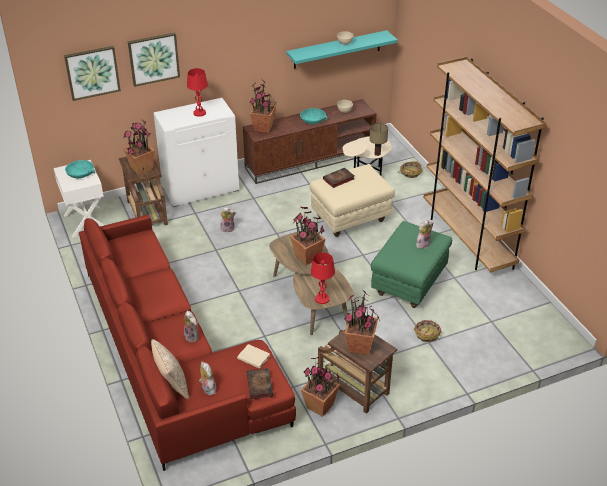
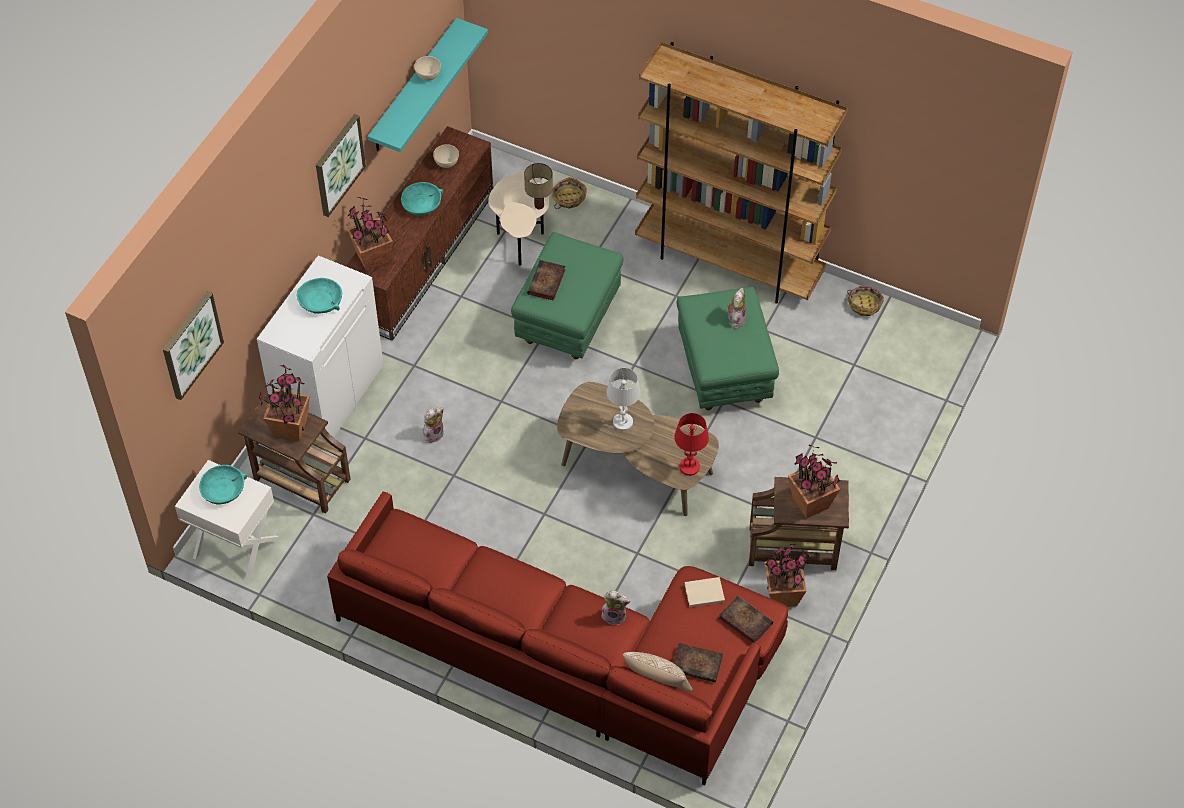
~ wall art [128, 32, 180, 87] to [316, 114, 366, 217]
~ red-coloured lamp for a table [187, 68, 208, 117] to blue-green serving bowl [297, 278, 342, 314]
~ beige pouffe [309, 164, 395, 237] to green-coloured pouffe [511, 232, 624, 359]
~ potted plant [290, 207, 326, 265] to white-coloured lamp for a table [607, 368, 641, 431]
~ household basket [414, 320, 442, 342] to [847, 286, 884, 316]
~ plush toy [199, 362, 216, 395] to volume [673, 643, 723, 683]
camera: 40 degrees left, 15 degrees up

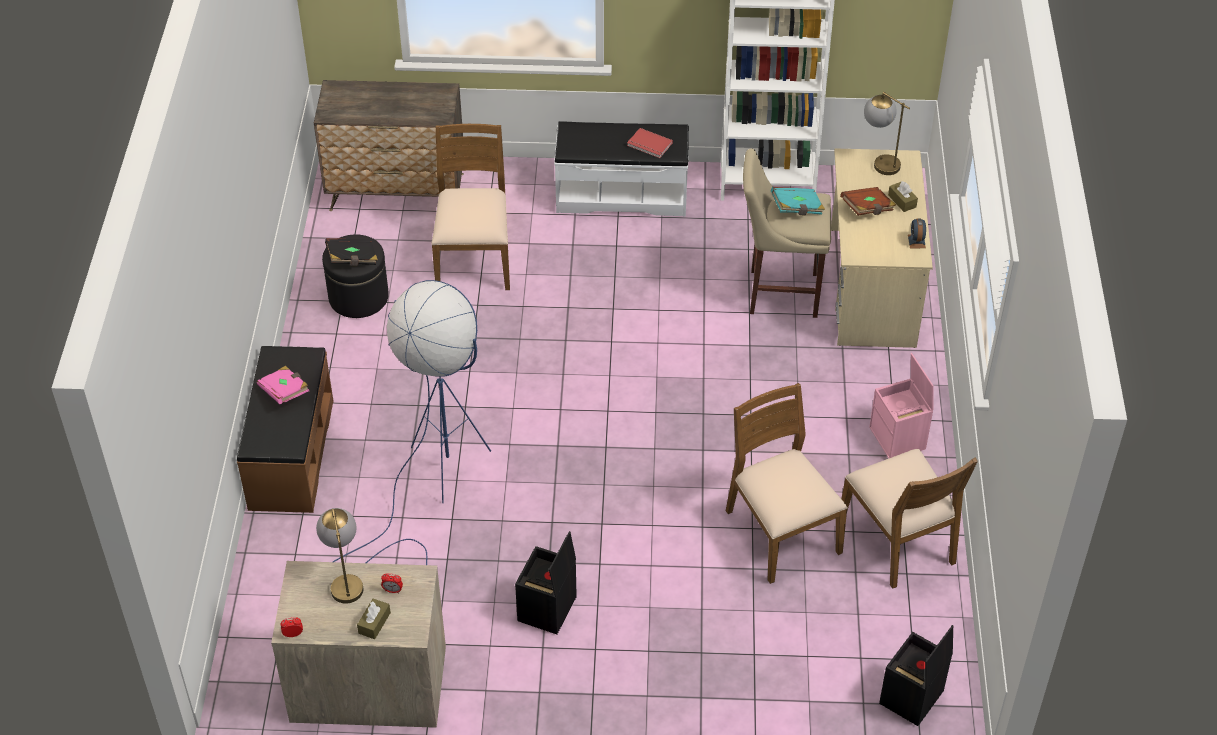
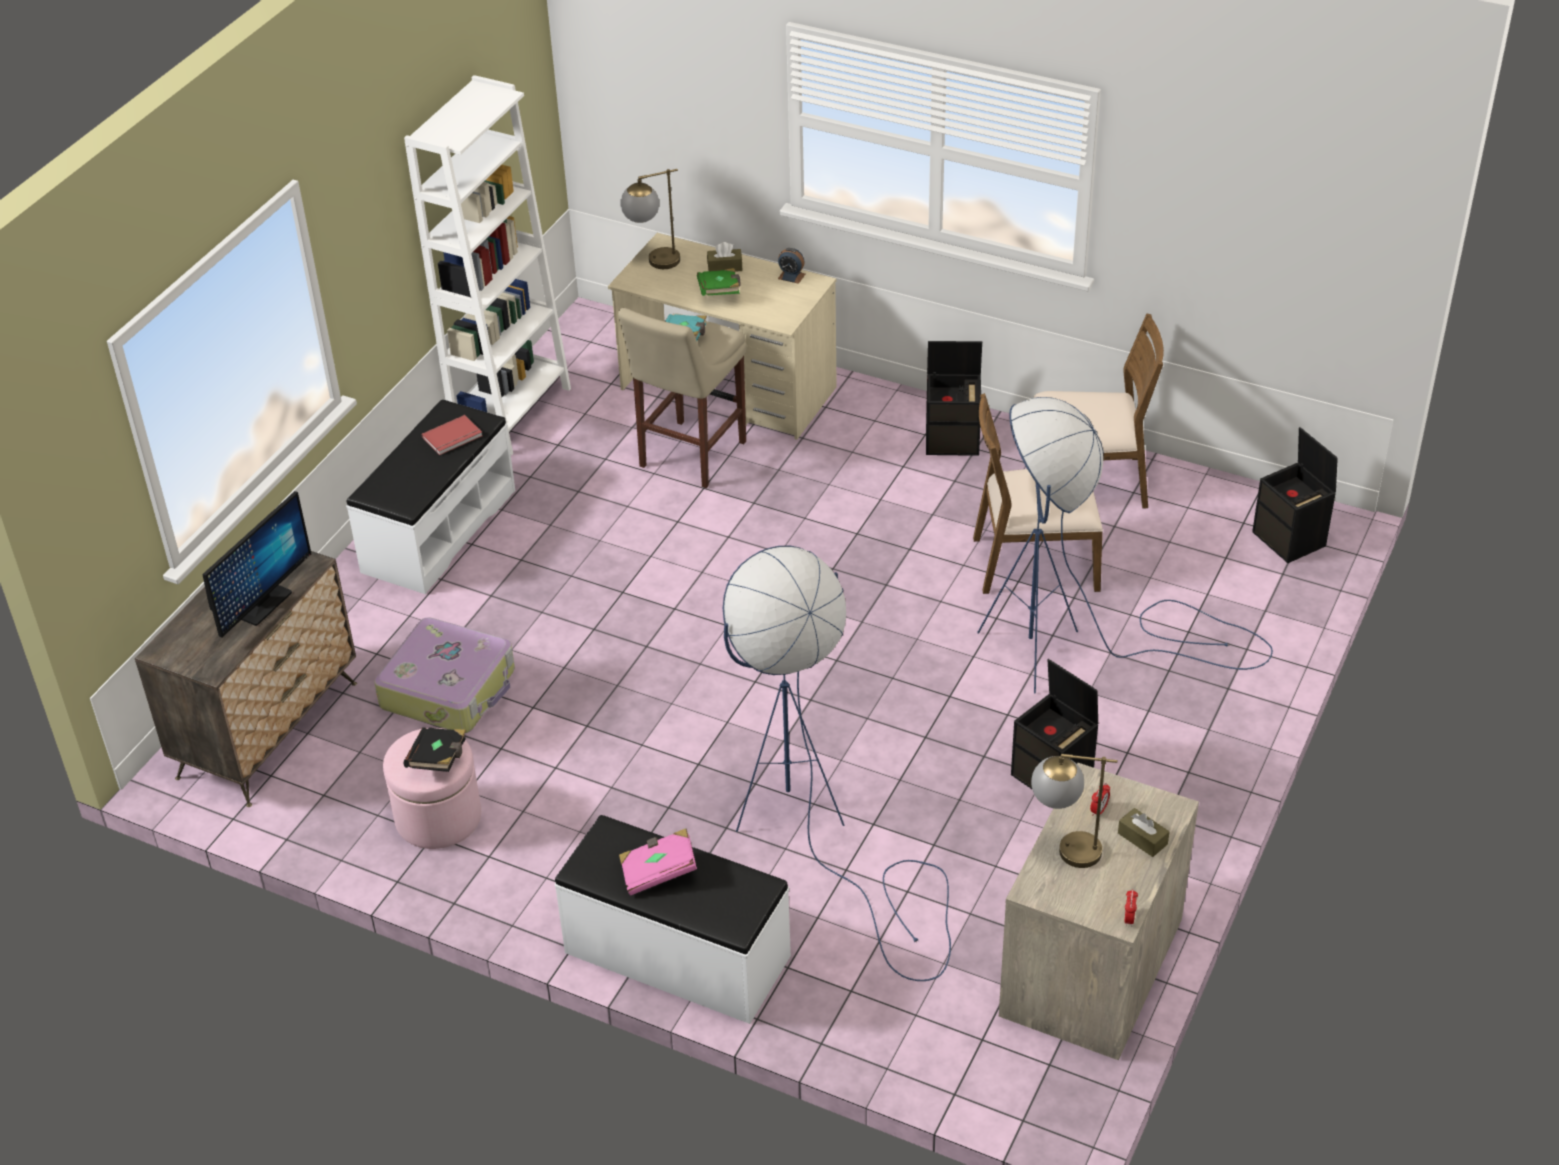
~ brown plain chair [431, 124, 510, 290] to piece of luggage [374, 617, 515, 733]
~ brown volume [840, 187, 896, 216] to green-coloured volume [697, 268, 740, 296]
~ black pouffe [322, 234, 389, 318] to pinkish pouffe [383, 728, 481, 849]
~ brown bench [237, 346, 334, 513] to white-coloured bench [555, 815, 791, 1024]
~ pinkish storage bin [869, 353, 934, 458] to black storage bin [926, 341, 982, 456]
+ blue-coloured floor lamp [977, 397, 1273, 693]
+ computer display [202, 491, 311, 637]
camera: 65 degrees left, 5 degrees down

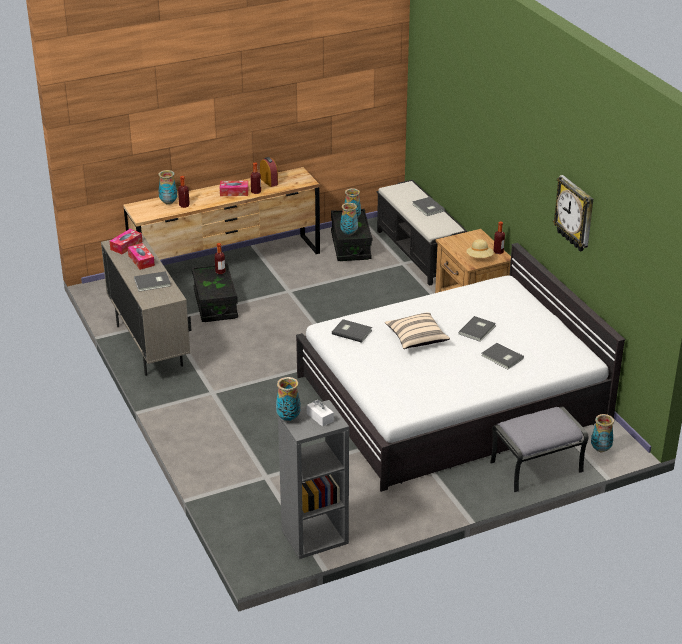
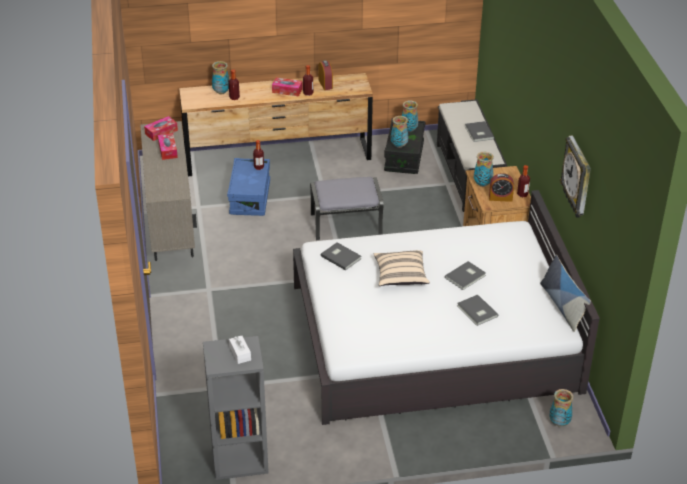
~ beige hat [466, 239, 494, 258] to bedside clock [489, 173, 514, 202]
~ black storage bin [191, 263, 238, 322] to blue-coloured storage bin [227, 158, 270, 216]
- greyish volume [134, 271, 171, 291]
~ flower vase [276, 377, 301, 422] to [474, 152, 494, 187]
~ greyish pouffe [490, 406, 589, 492] to [310, 177, 384, 240]
+ pillow [540, 255, 591, 332]
camera: 15 degrees right, 5 degrees up

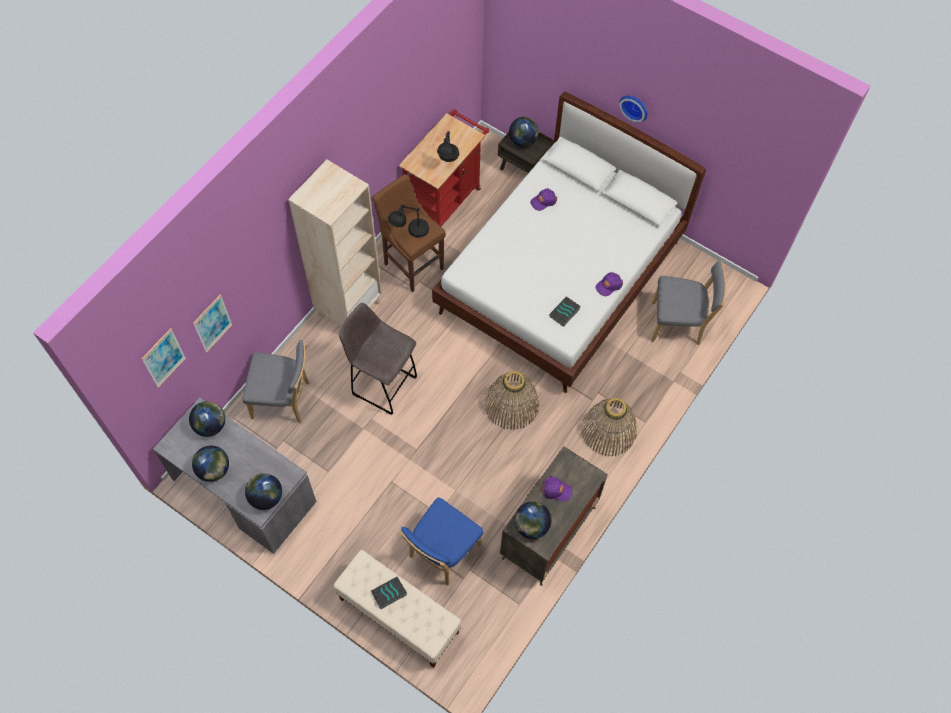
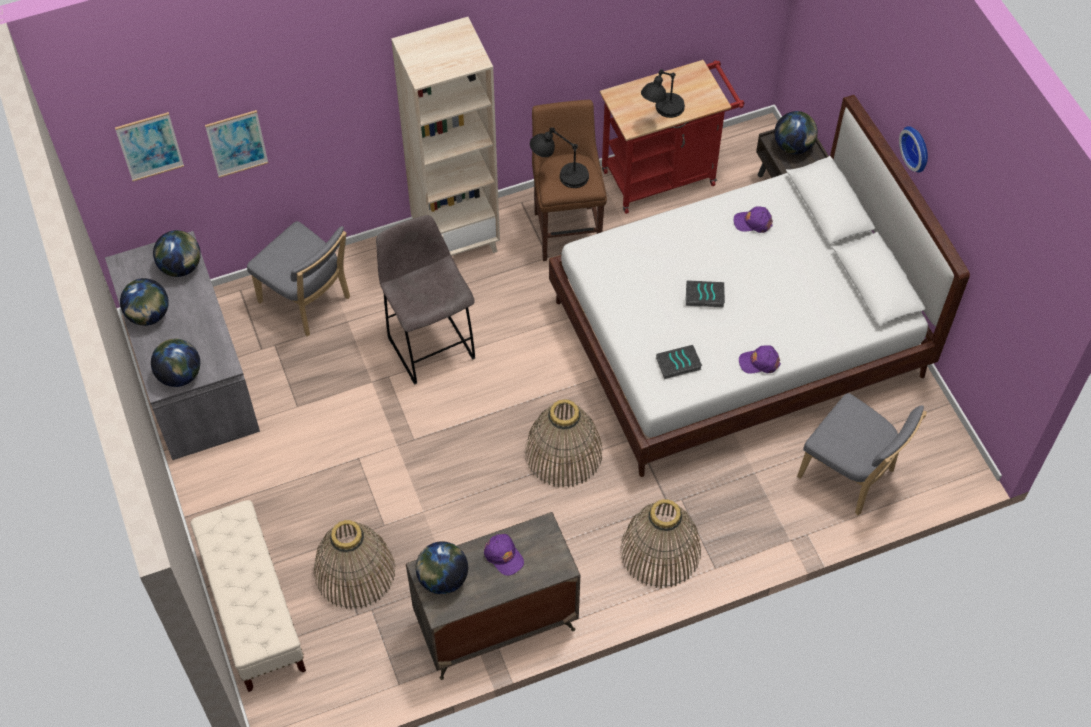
~ blue-coloured plain chair [400, 497, 484, 585] to household basket [314, 520, 395, 610]
~ volume [371, 577, 407, 609] to [685, 280, 725, 308]
camera: 35 degrees right, 5 degrees down

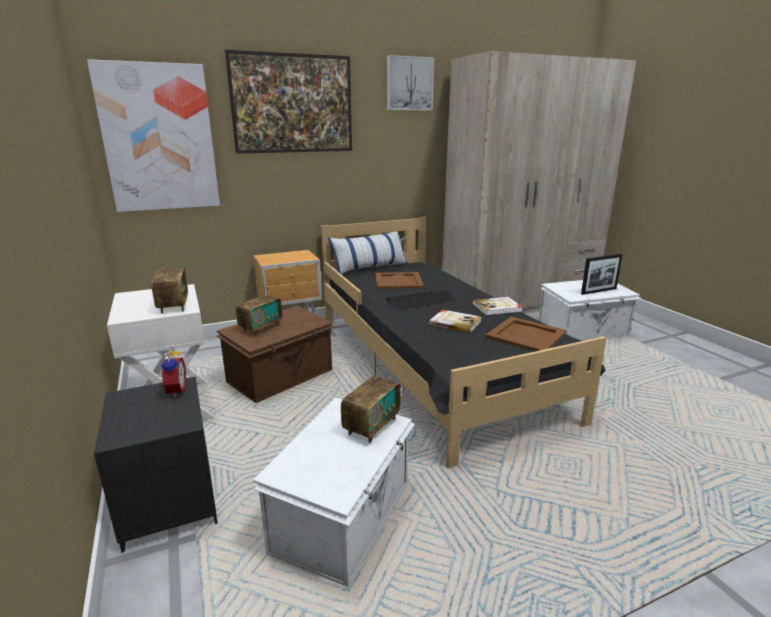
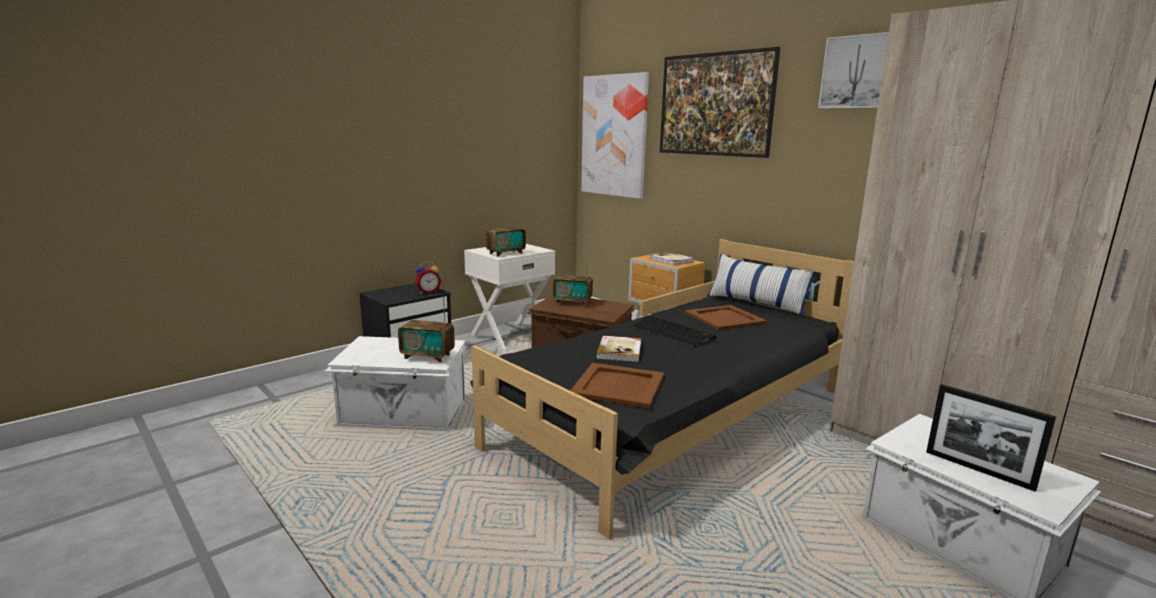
~ volume [472, 297, 523, 315] to [649, 252, 694, 265]
camera: 70 degrees right, 5 degrees down

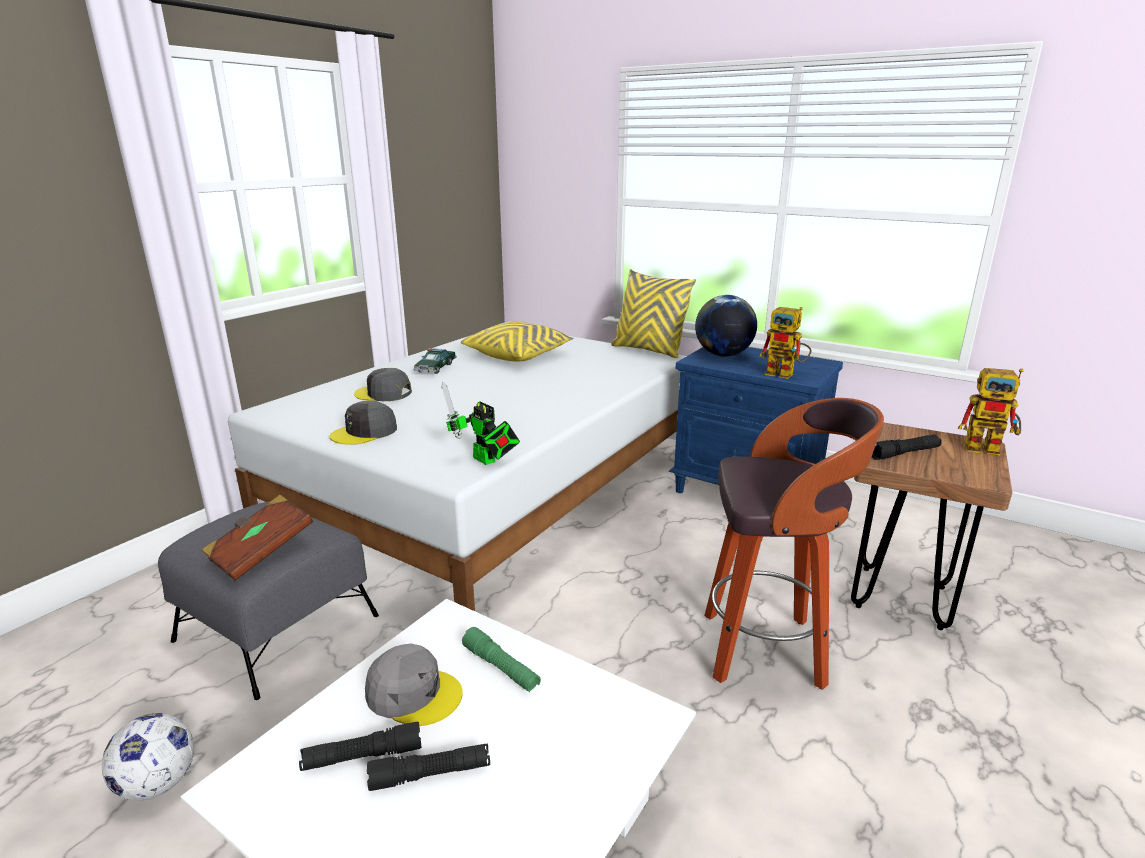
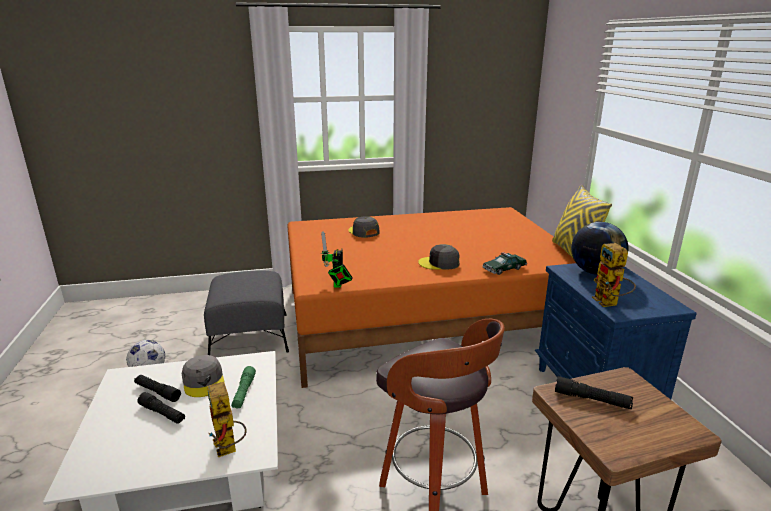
- yellow pillow [461, 321, 574, 362]
~ white-coloured bedroom bed [228, 336, 686, 611] to orange-coloured bedroom bed [287, 207, 576, 388]
~ miniature car [413, 348, 456, 374] to [482, 252, 527, 275]
~ toy robot [958, 368, 1023, 456] to [207, 382, 247, 457]
~ greyish cap [329, 400, 397, 445] to [418, 244, 460, 270]
- brown volume [202, 495, 313, 581]
camera: 45 degrees right, 0 degrees up

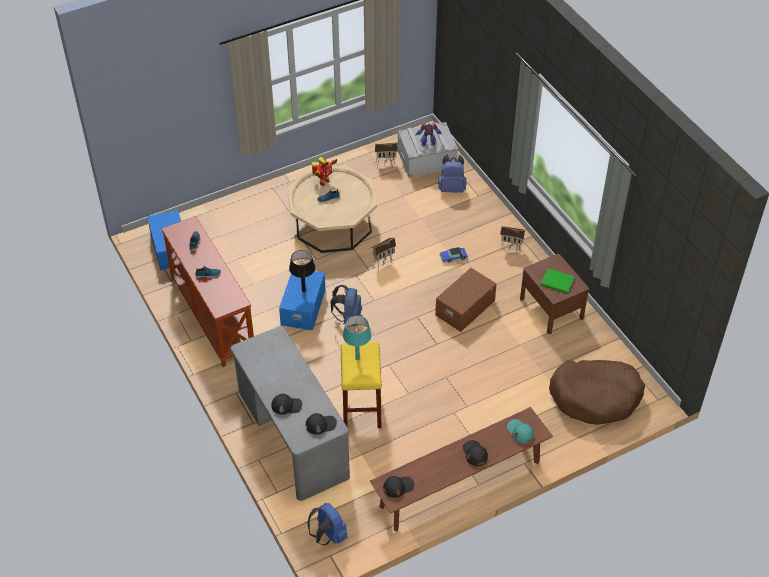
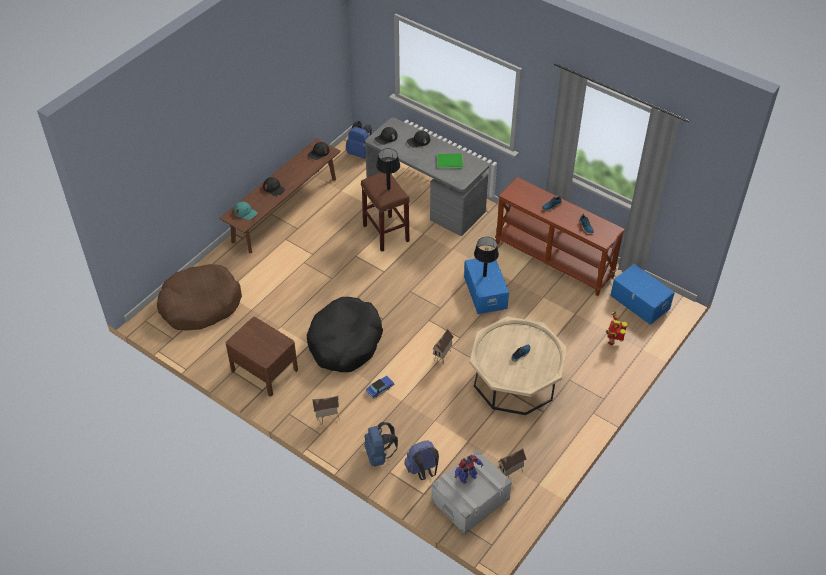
~ toy robot [312, 157, 337, 186] to [606, 312, 627, 345]
~ brown storage bin [435, 268, 497, 332] to black dog bed [307, 297, 383, 372]
~ green-coloured volume [541, 268, 575, 293] to [437, 154, 463, 169]
~ blue-coloured knapsack [330, 285, 362, 326] to [364, 422, 398, 467]
~ blue-green lamp for a table [343, 315, 371, 360] to black lamp for a table [376, 148, 400, 190]
~ yellow stool [341, 342, 382, 428] to brown stool [361, 173, 410, 252]
camera: 155 degrees right, 0 degrees up

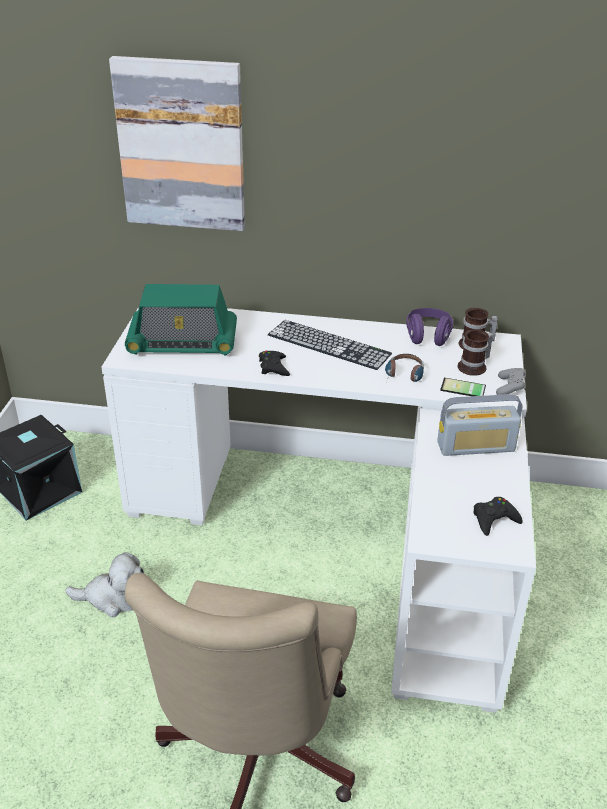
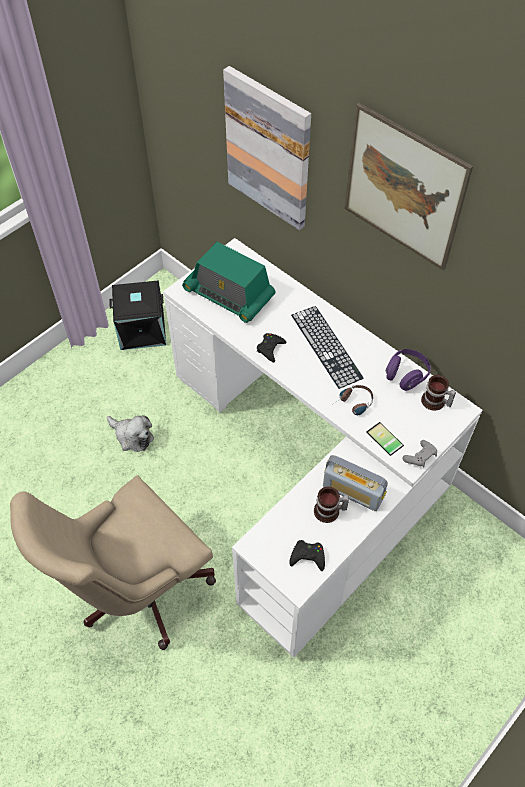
~ tea mug [458, 329, 494, 376] to [314, 486, 349, 523]
+ wall art [344, 103, 473, 270]
camera: 35 degrees right, 20 degrees up

